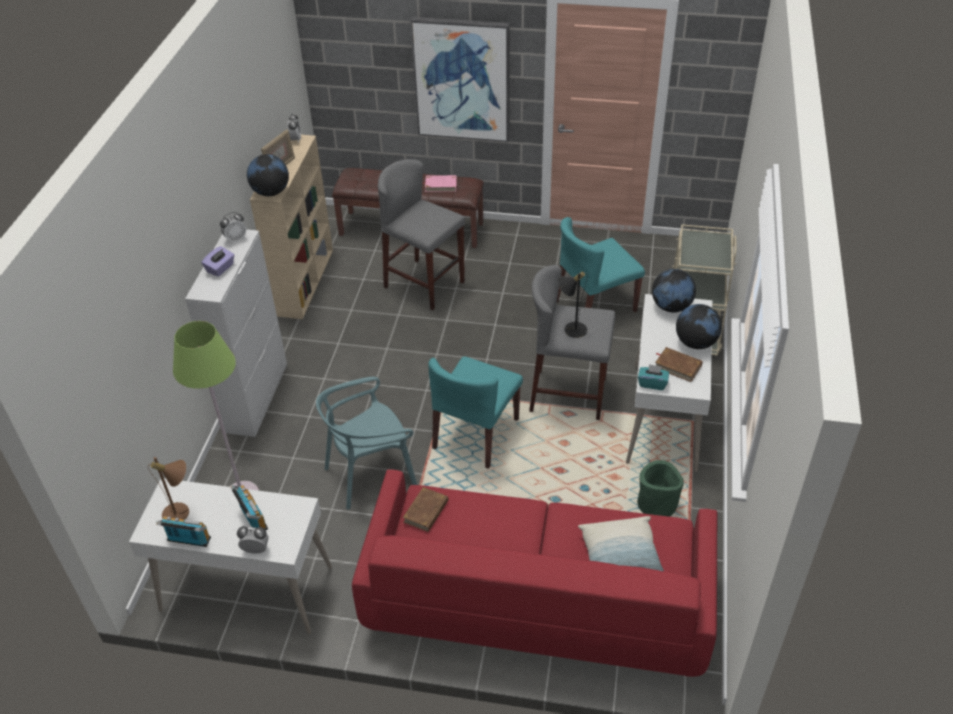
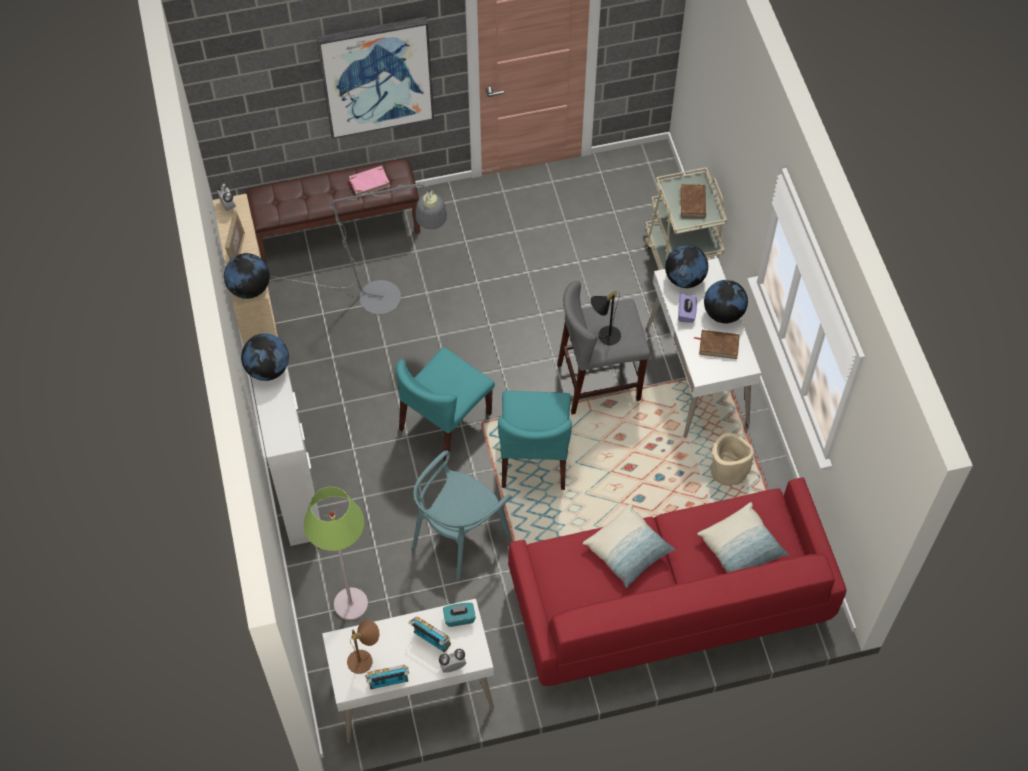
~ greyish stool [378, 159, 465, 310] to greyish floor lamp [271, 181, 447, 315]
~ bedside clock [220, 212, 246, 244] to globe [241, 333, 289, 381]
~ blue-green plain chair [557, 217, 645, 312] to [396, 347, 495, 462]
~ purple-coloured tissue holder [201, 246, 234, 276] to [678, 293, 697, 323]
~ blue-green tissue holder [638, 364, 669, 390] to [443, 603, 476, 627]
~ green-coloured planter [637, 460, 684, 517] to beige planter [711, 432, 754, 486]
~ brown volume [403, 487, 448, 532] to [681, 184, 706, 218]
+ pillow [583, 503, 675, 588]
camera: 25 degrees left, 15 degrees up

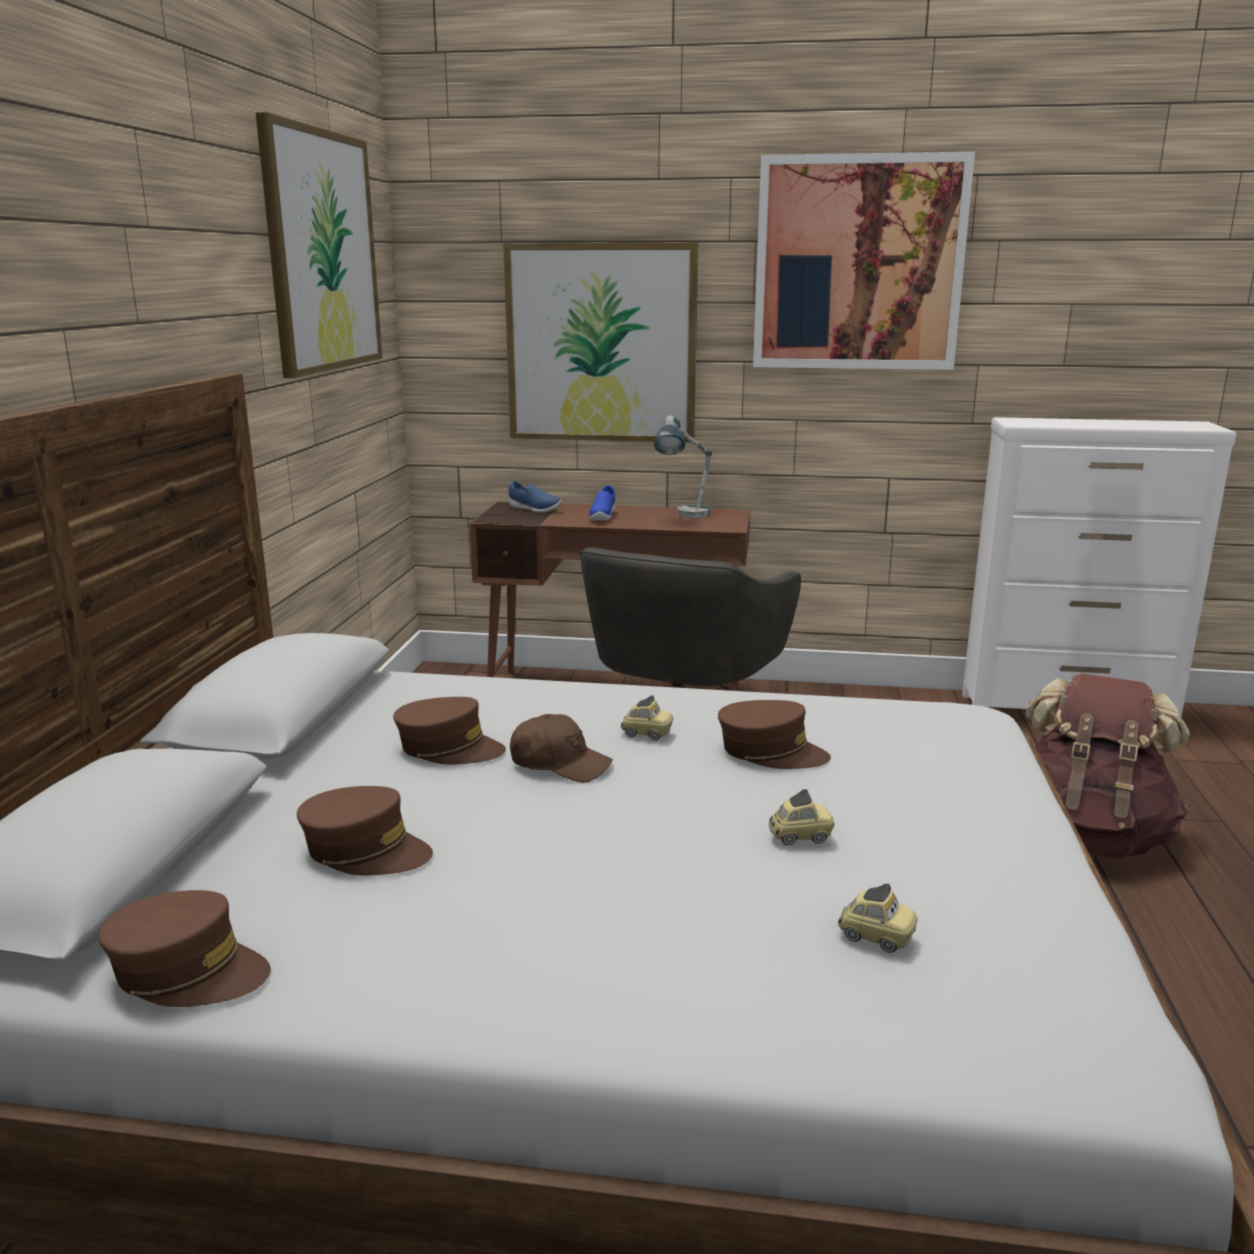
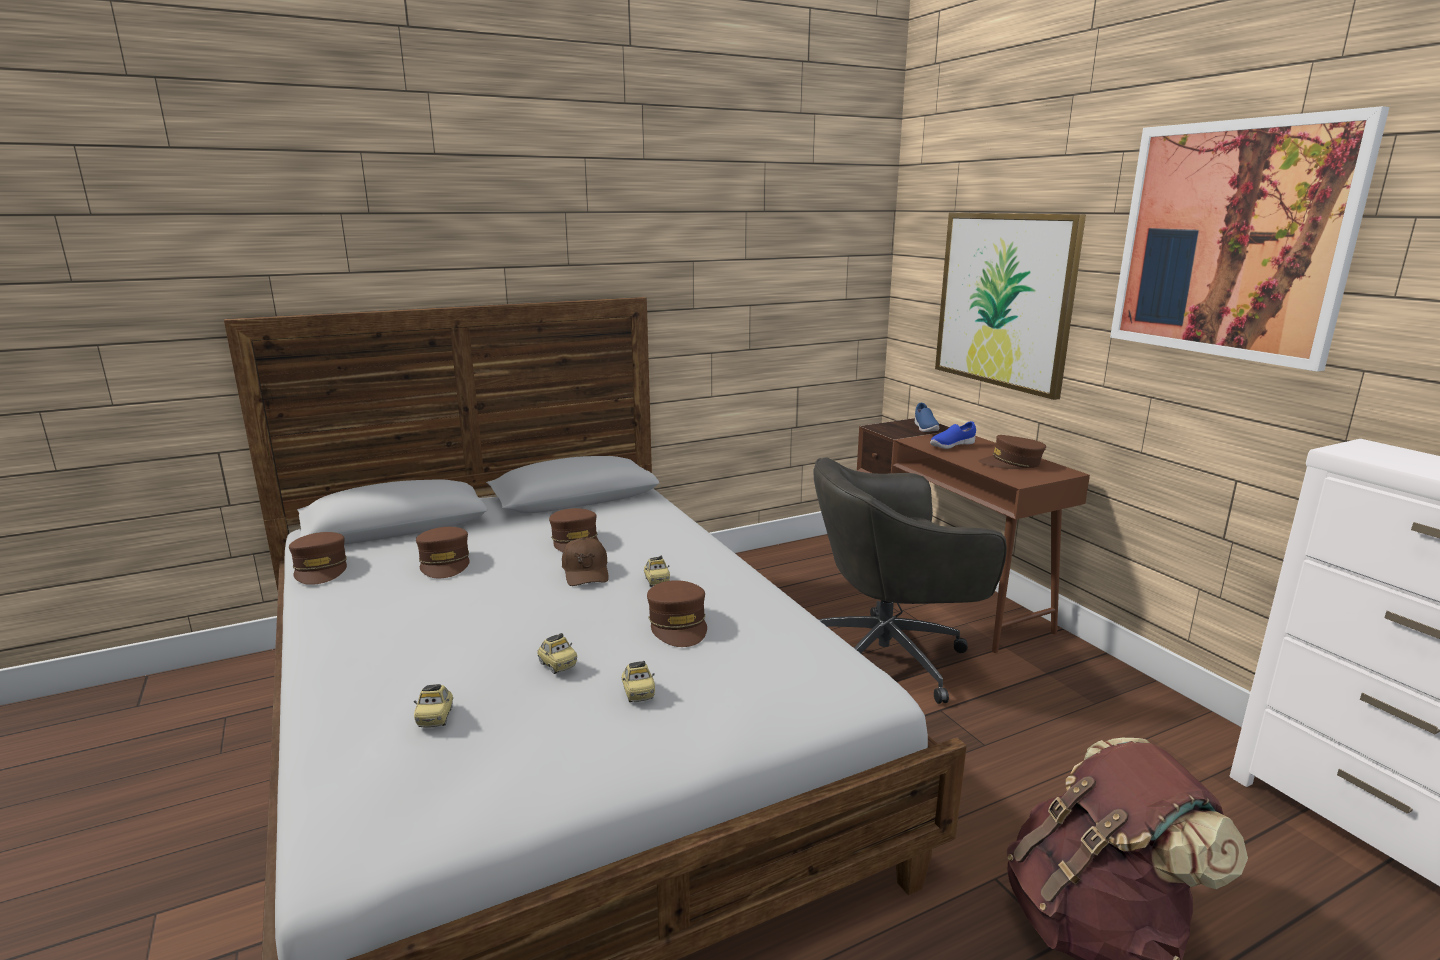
- wall art [256, 112, 382, 378]
~ lamp for a table [654, 416, 712, 518] to brown cap [979, 435, 1046, 469]
+ miniature car [622, 661, 655, 702]
camera: 55 degrees right, 0 degrees up

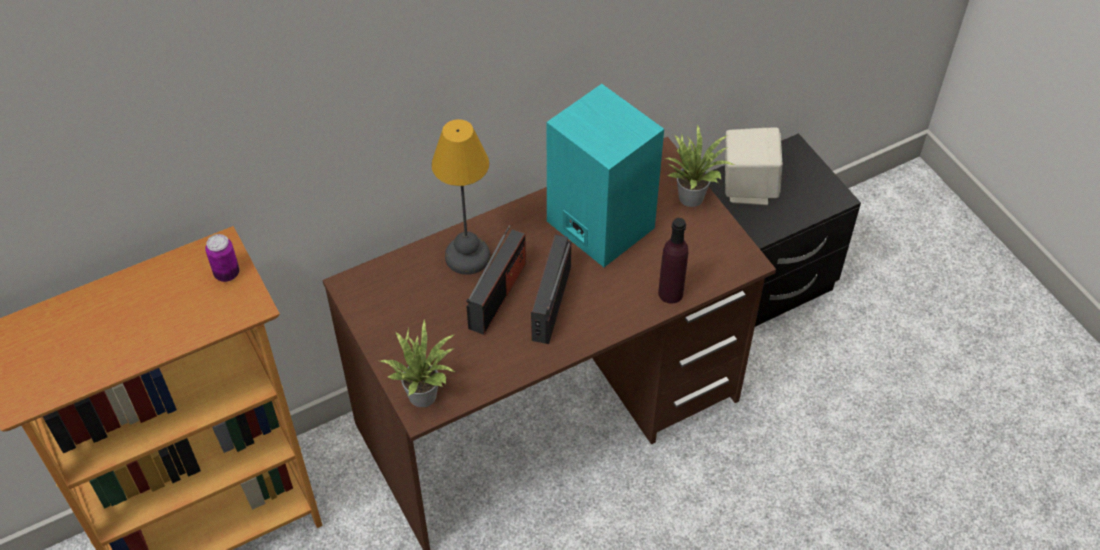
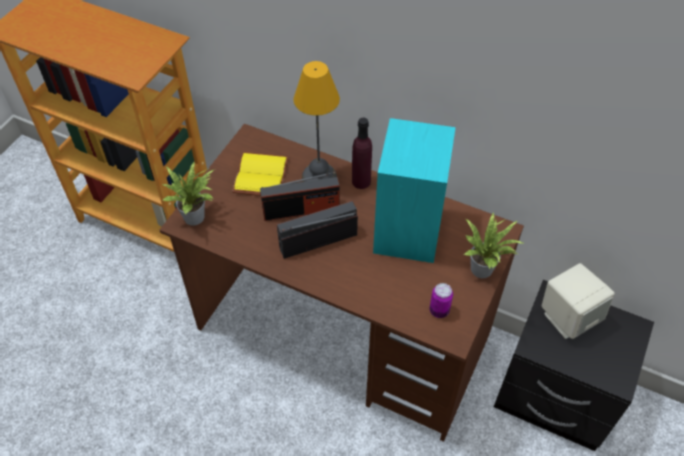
~ purple-coloured bottle [658, 218, 688, 304] to [352, 118, 372, 189]
~ sealed can [205, 234, 239, 282] to [429, 283, 453, 318]
+ yellow volume [232, 152, 289, 196]
camera: 55 degrees right, 0 degrees up

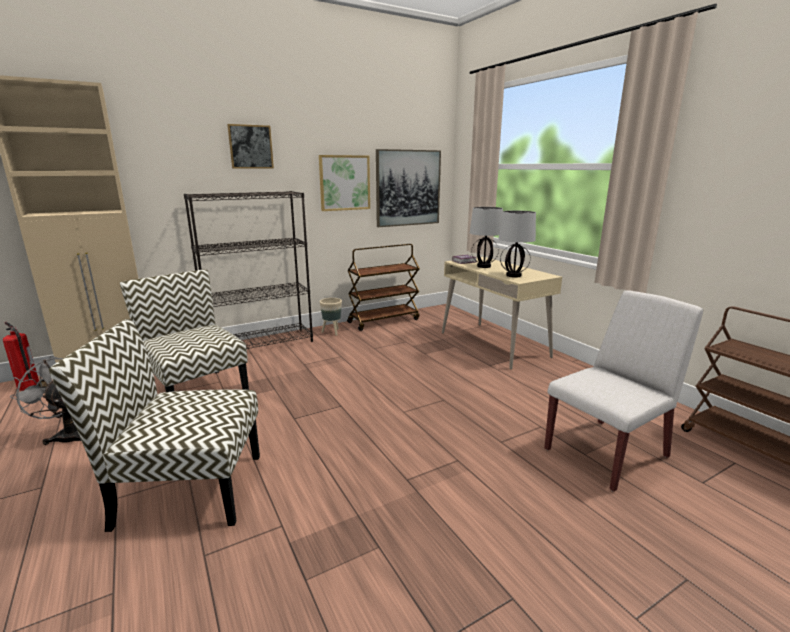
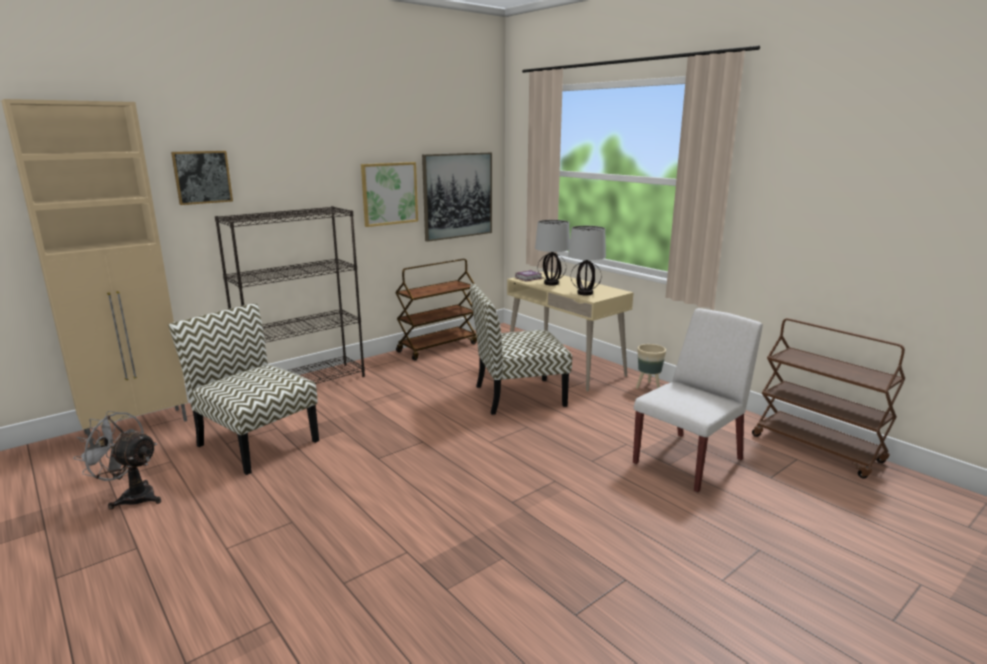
~ wall art [227, 124, 274, 169] to [171, 151, 233, 205]
~ beige planter [320, 298, 342, 335] to [636, 344, 666, 389]
~ plain chair [49, 319, 260, 532] to [470, 284, 572, 415]
- extinguisher [2, 322, 39, 391]
camera: 10 degrees left, 0 degrees up

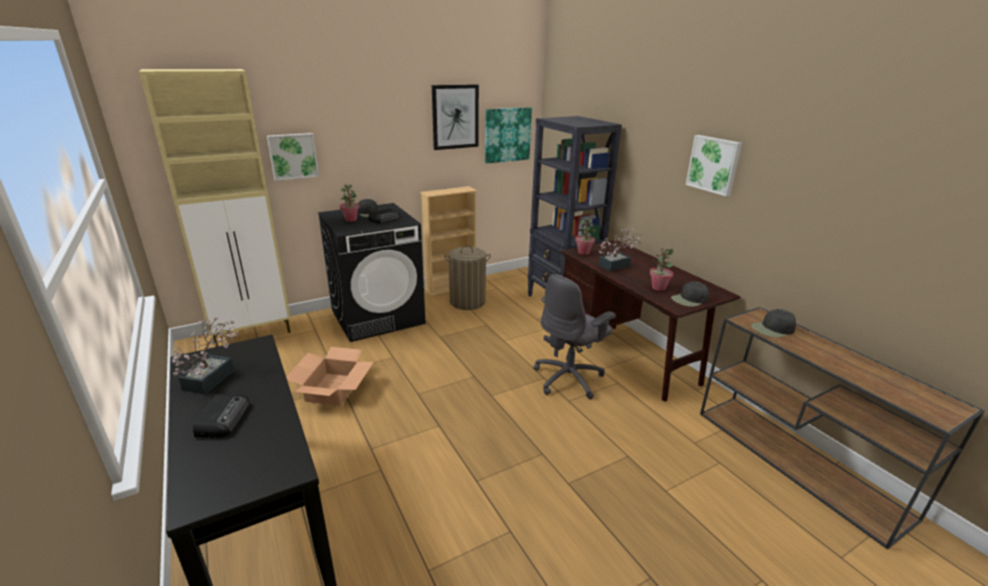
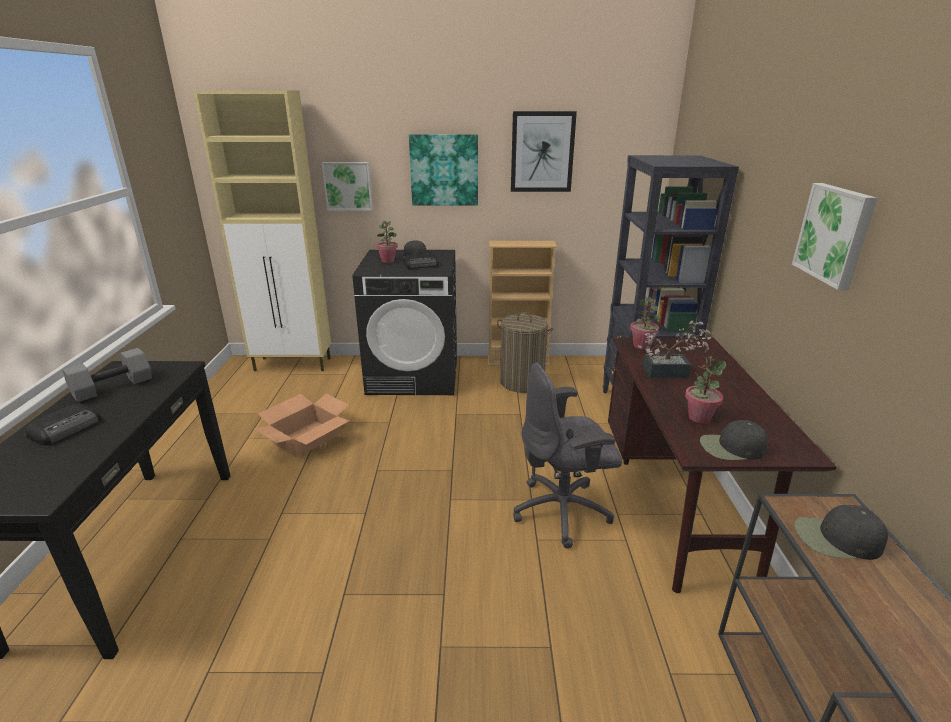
~ wall art [485, 107, 532, 163] to [409, 134, 478, 206]
~ potted plant [172, 316, 239, 395] to greyish dumbbell [63, 348, 152, 402]
camera: 30 degrees right, 0 degrees up

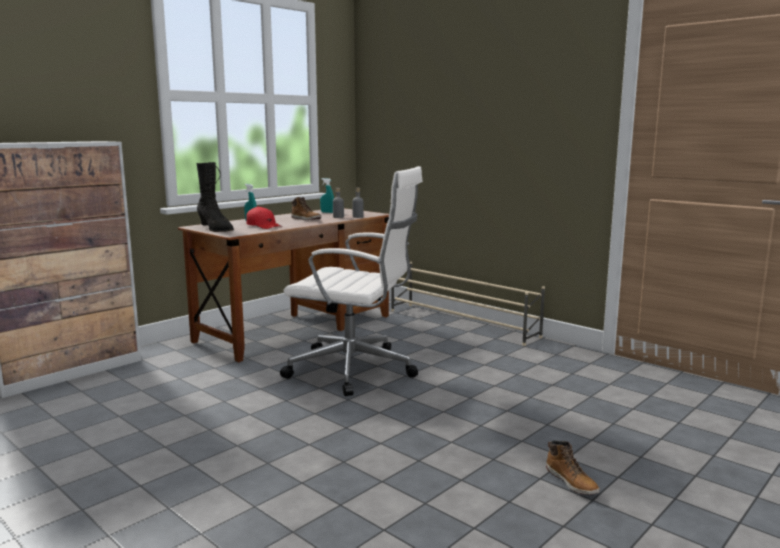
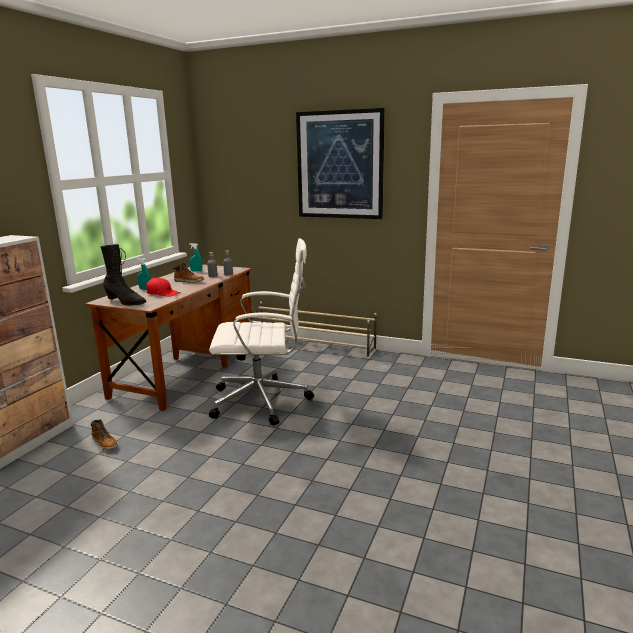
~ tall boot [546, 440, 600, 495] to [91, 419, 118, 450]
+ wall art [296, 108, 385, 219]
camera: 20 degrees left, 5 degrees up

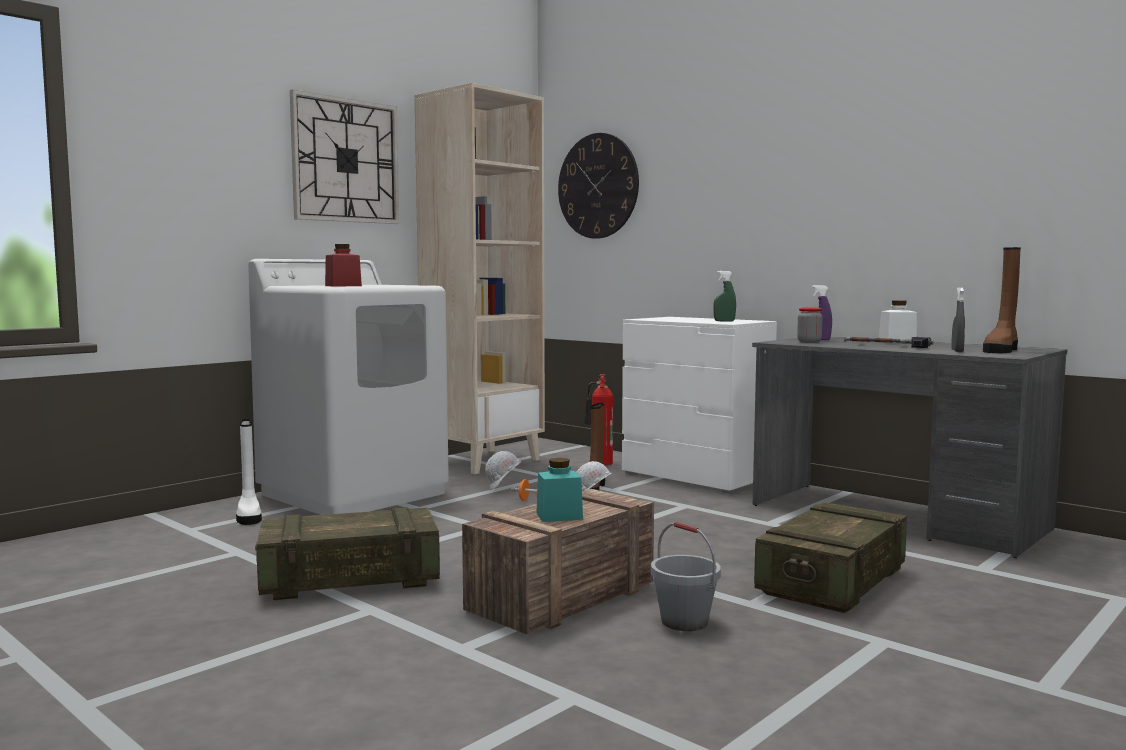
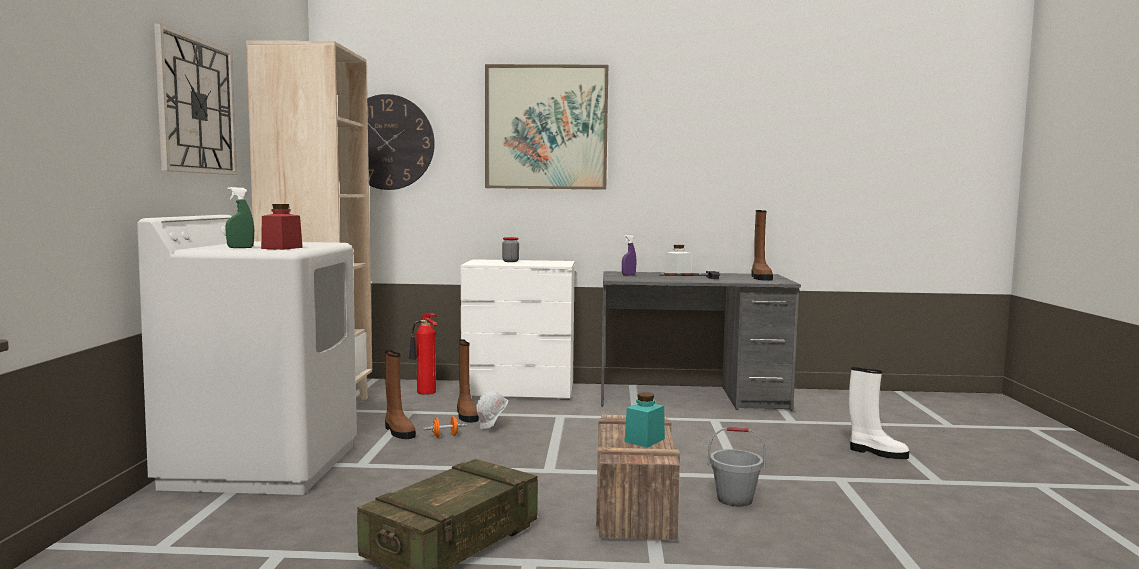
~ green-coloured hand sprayer [713, 271, 736, 321] to [225, 187, 254, 248]
- greyish hand sprayer [951, 287, 965, 352]
~ jar [797, 307, 823, 343] to [502, 237, 519, 262]
~ white-coloured tall boot [236, 419, 262, 525] to [849, 367, 909, 459]
~ white-coloured work helmet [485, 451, 521, 490] to brown tall boot [385, 350, 416, 439]
- shipping crate [754, 502, 907, 613]
+ wall art [485, 64, 608, 190]
camera: 40 degrees left, 0 degrees up

